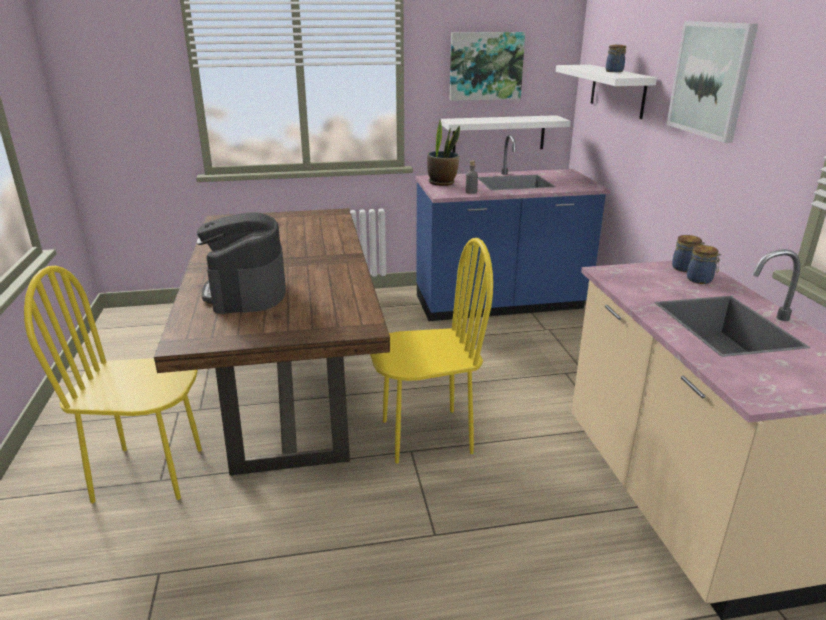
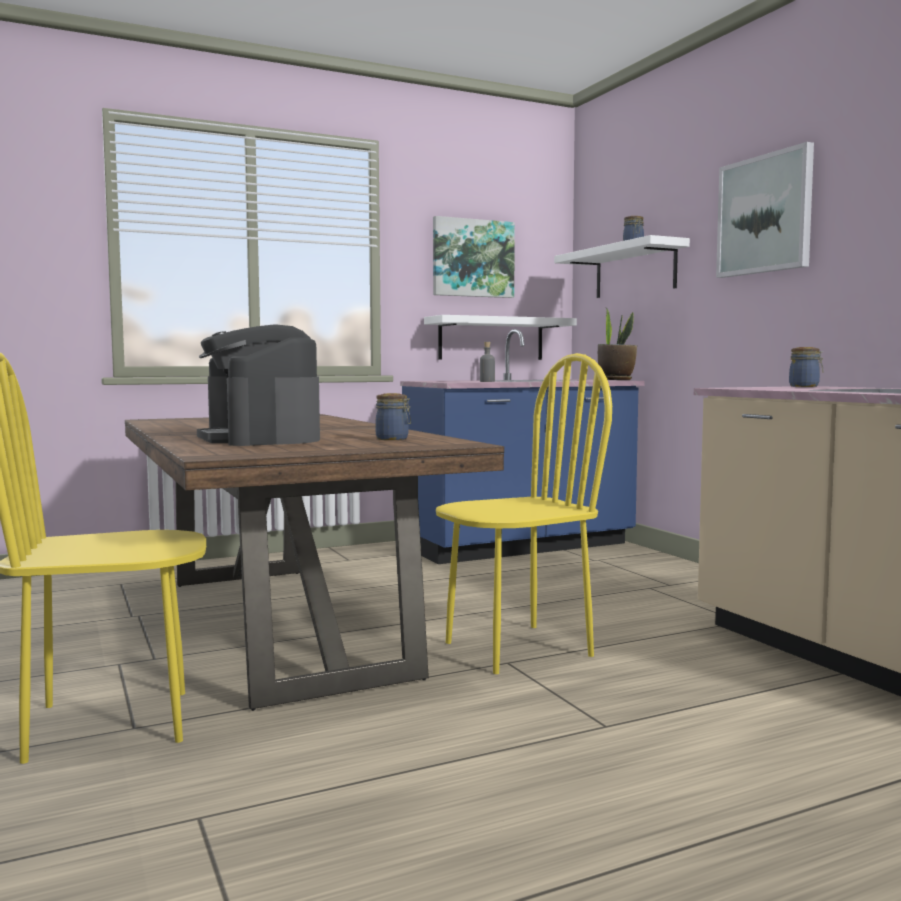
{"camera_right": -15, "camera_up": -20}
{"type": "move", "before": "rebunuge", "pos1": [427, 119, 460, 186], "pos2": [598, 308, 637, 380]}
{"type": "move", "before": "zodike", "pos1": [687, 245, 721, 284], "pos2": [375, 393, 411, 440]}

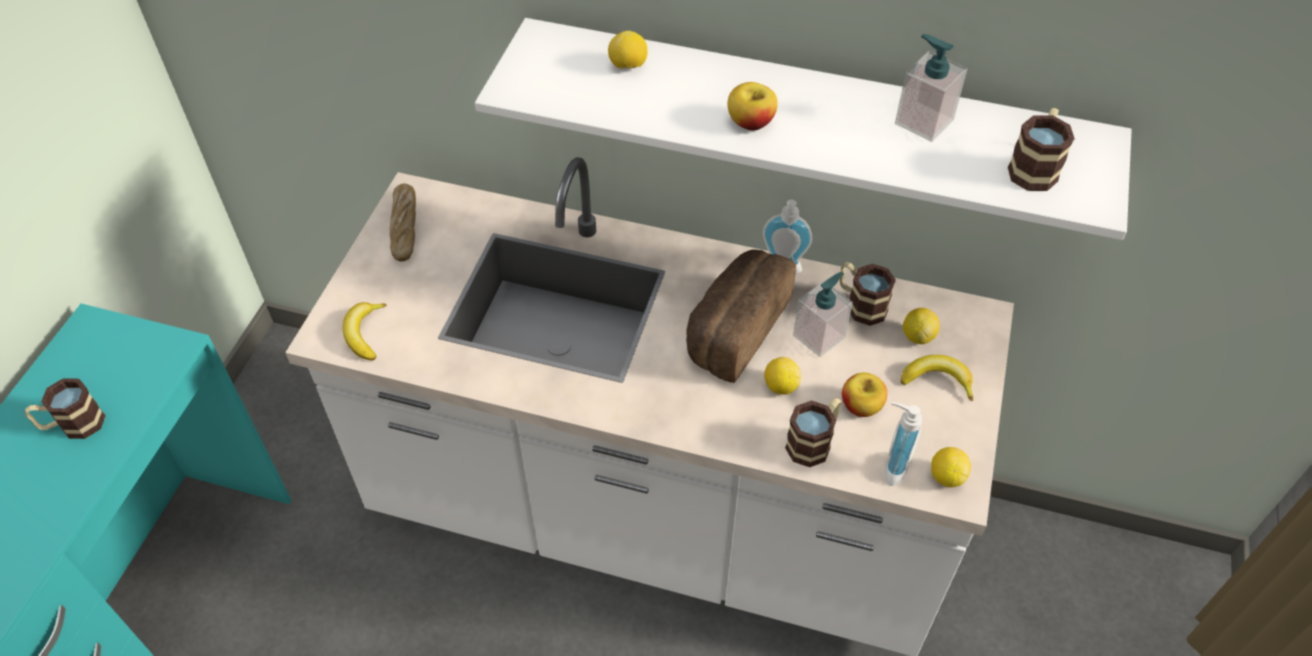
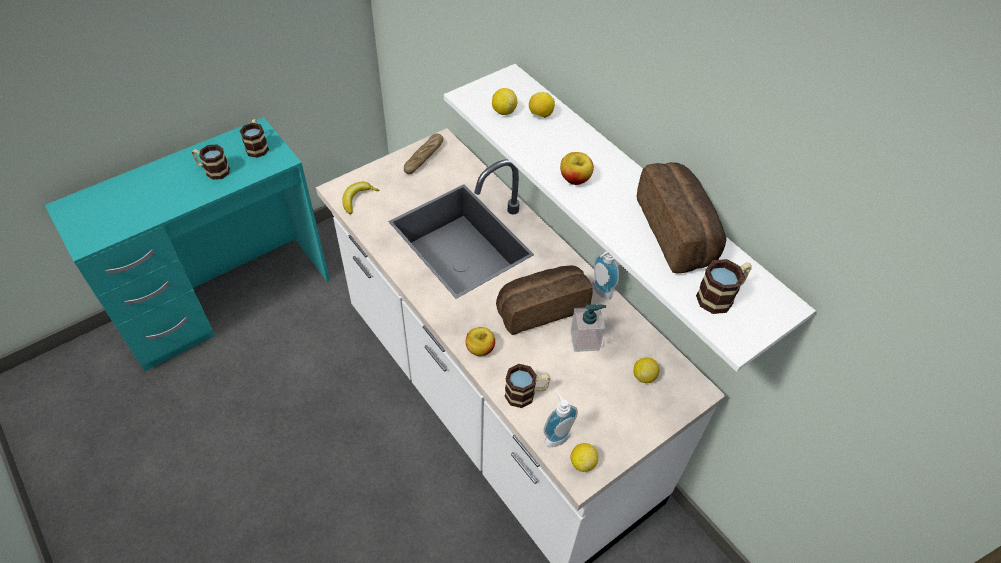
{"camera_right": 35, "camera_up": 0}
{"type": "delete", "before": "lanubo", "pos1": [901, 355, 973, 401]}
{"type": "move", "before": "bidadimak", "pos1": [764, 357, 801, 395], "pos2": [492, 88, 517, 115]}
{"type": "move", "before": "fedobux", "pos1": [840, 262, 896, 326], "pos2": [240, 119, 269, 158]}
{"type": "move", "before": "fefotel", "pos1": [842, 372, 887, 417], "pos2": [466, 327, 495, 356]}
{"type": "replace", "before": "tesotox", "after": "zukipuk", "pos1": [895, 34, 967, 142], "pos2": [637, 162, 727, 273]}

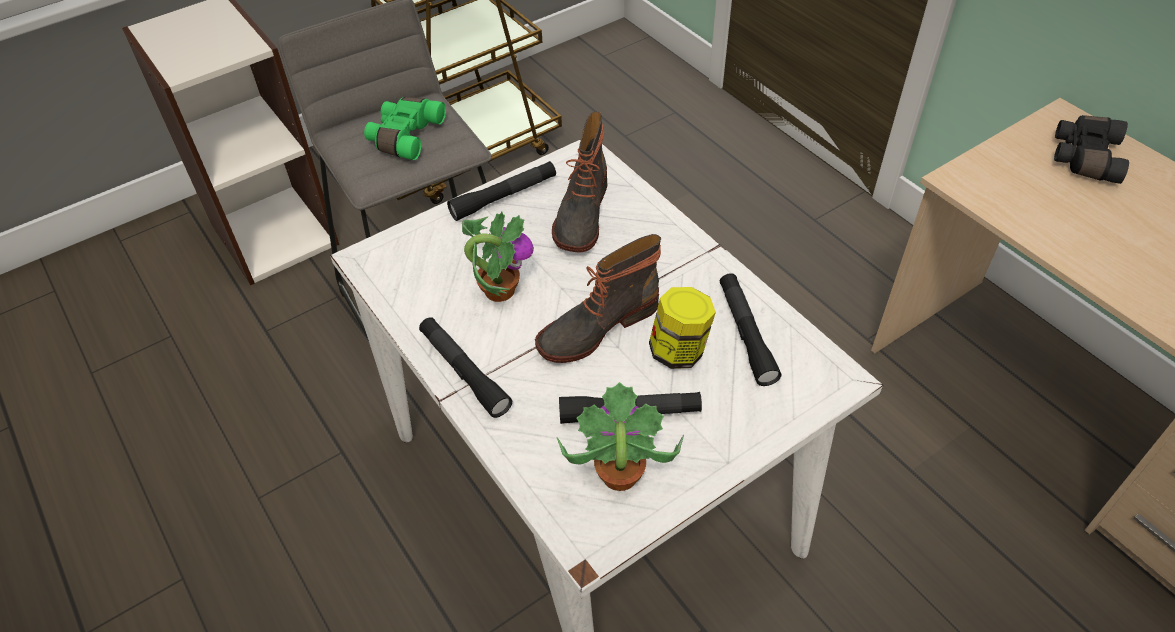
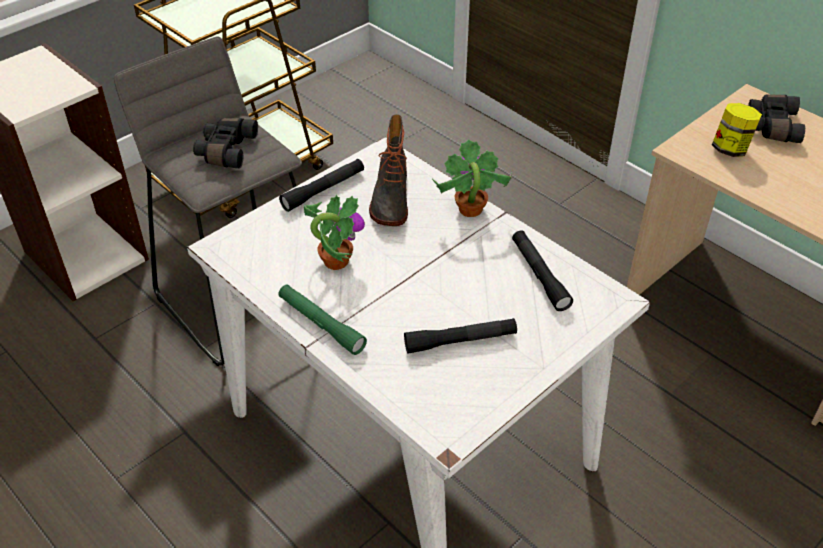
{"camera_right": -10, "camera_up": -5}
{"type": "delete", "before": "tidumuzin", "pos1": [535, 234, 661, 363]}
{"type": "move", "before": "rebunuge", "pos1": [557, 382, 684, 491], "pos2": [432, 139, 512, 217]}
{"type": "move", "before": "zodike", "pos1": [649, 287, 716, 369], "pos2": [712, 103, 762, 157]}
{"type": "recolor", "before": "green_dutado", "after": "black_dutado", "pos1": [364, 97, 446, 160], "pos2": [193, 118, 258, 168]}
{"type": "recolor", "before": "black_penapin", "after": "green_penapin", "pos1": [419, 317, 512, 418], "pos2": [278, 285, 367, 355]}

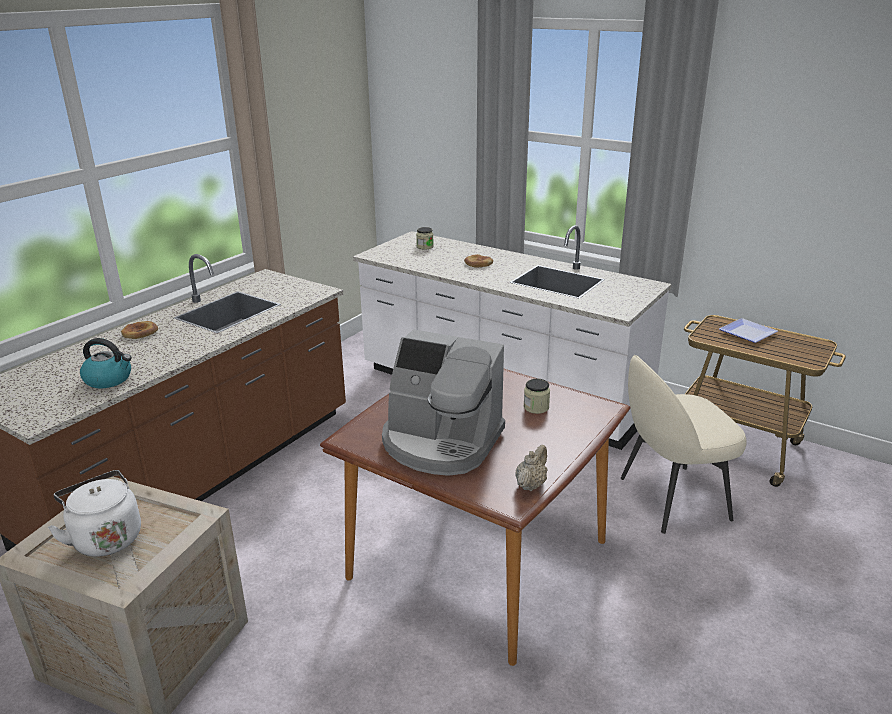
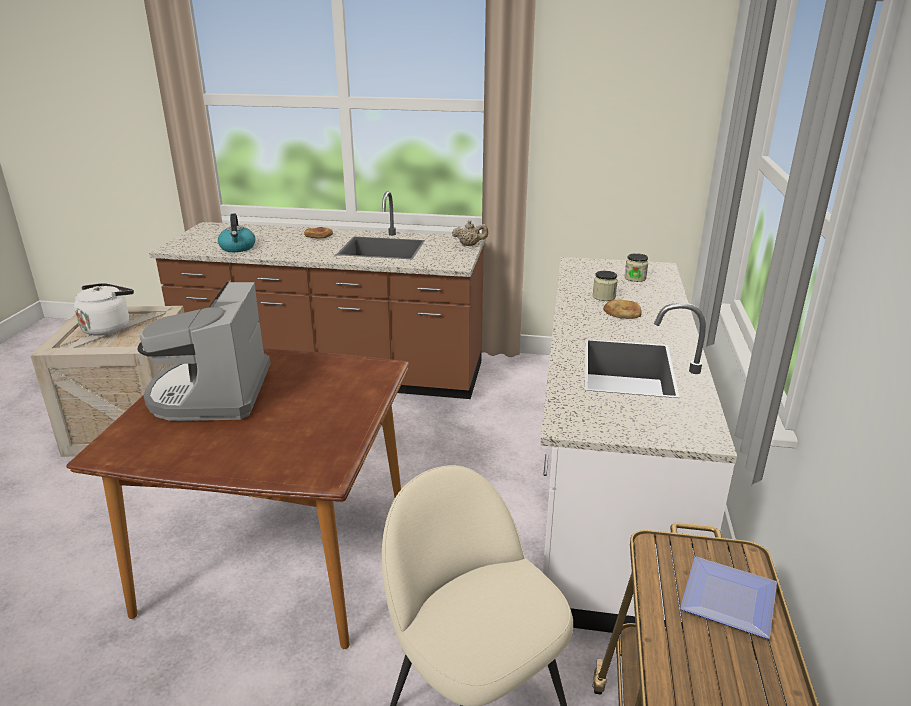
{"camera_right": 65, "camera_up": 0}
{"type": "move", "before": "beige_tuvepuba", "pos1": [516, 445, 548, 491], "pos2": [452, 220, 488, 246]}
{"type": "move", "before": "zodike", "pos1": [524, 379, 550, 414], "pos2": [593, 271, 618, 301]}

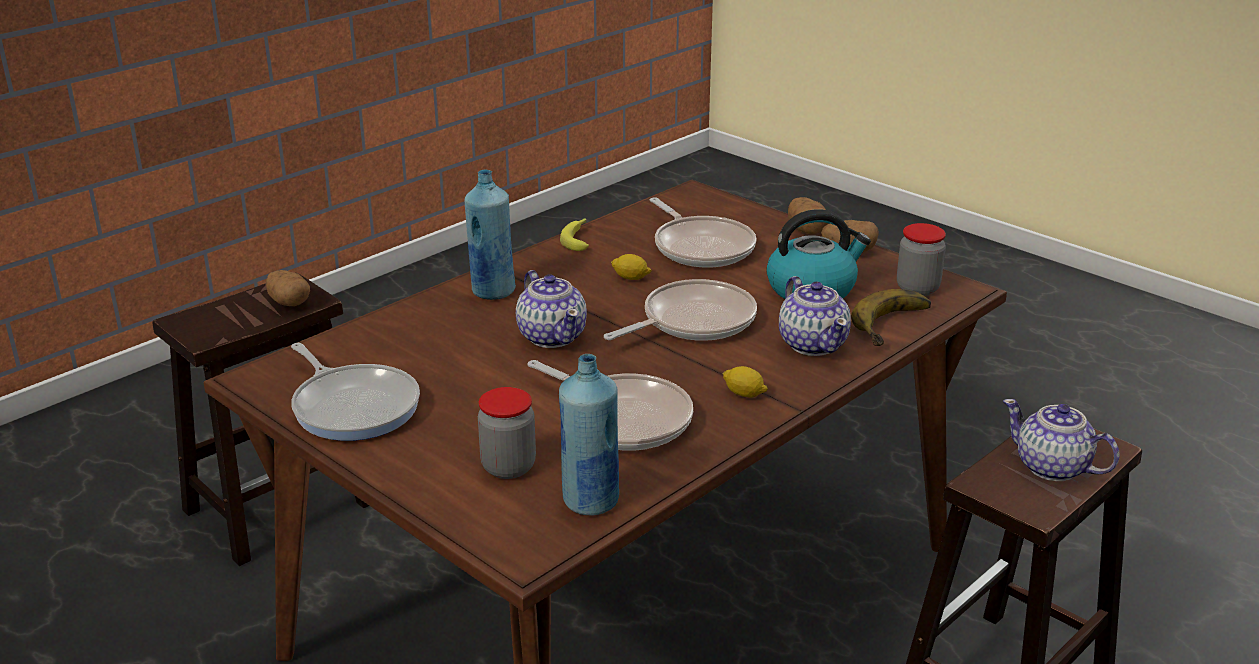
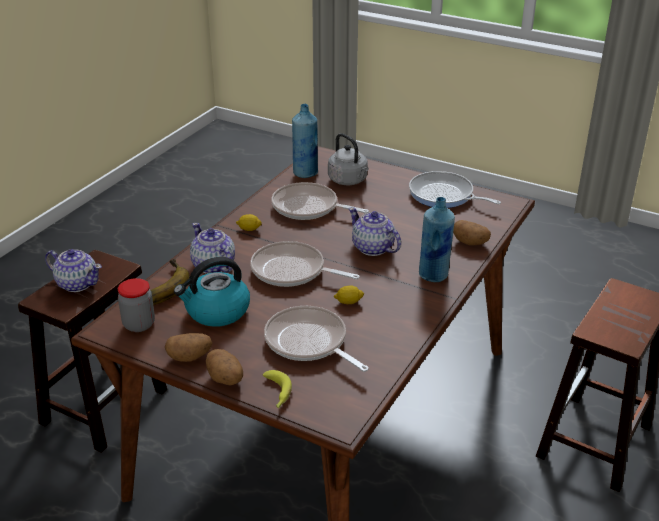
{"camera_right": 165, "camera_up": 5}
{"type": "move", "before": "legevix", "pos1": [266, 270, 310, 306], "pos2": [453, 220, 491, 245]}
{"type": "move", "before": "lanubo", "pos1": [560, 218, 589, 251], "pos2": [263, 370, 292, 408]}
{"type": "replace", "before": "zodike", "after": "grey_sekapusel", "pos1": [478, 387, 536, 479], "pos2": [328, 133, 369, 185]}
{"type": "rotate", "before": "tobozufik", "pos1": [604, 279, 757, 341], "pos2": [250, 241, 360, 287], "turn": 75}

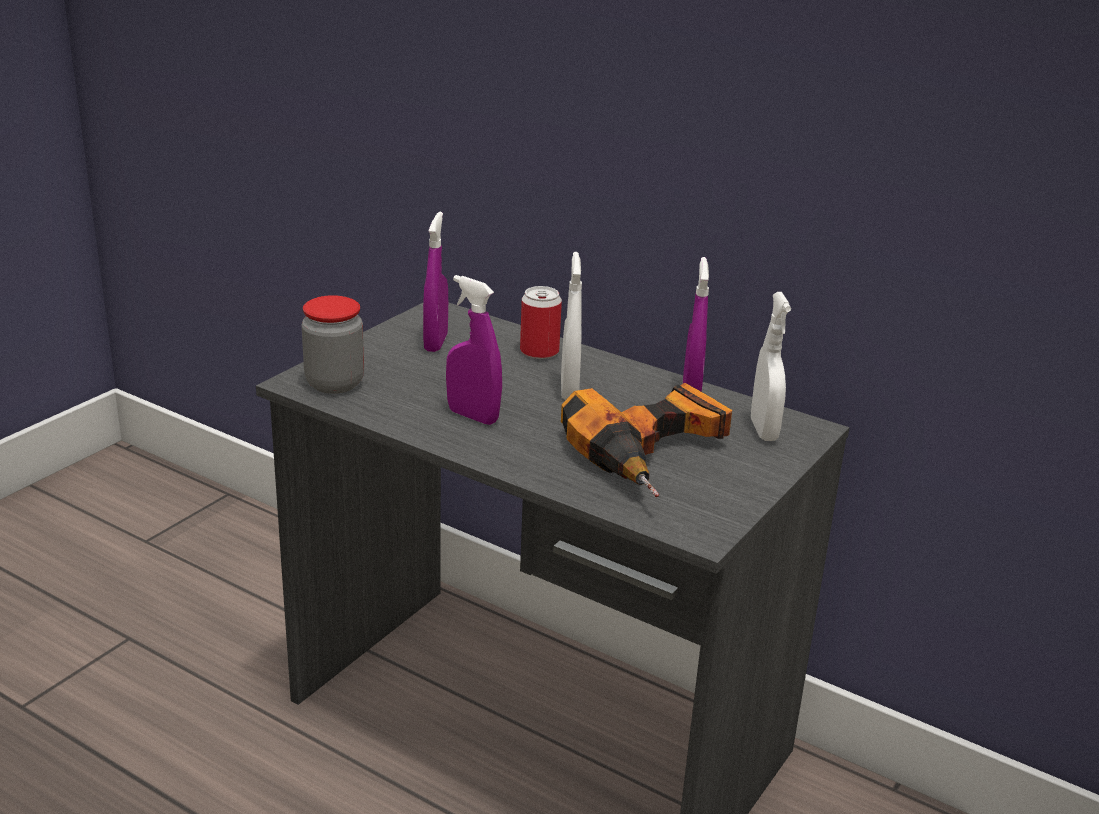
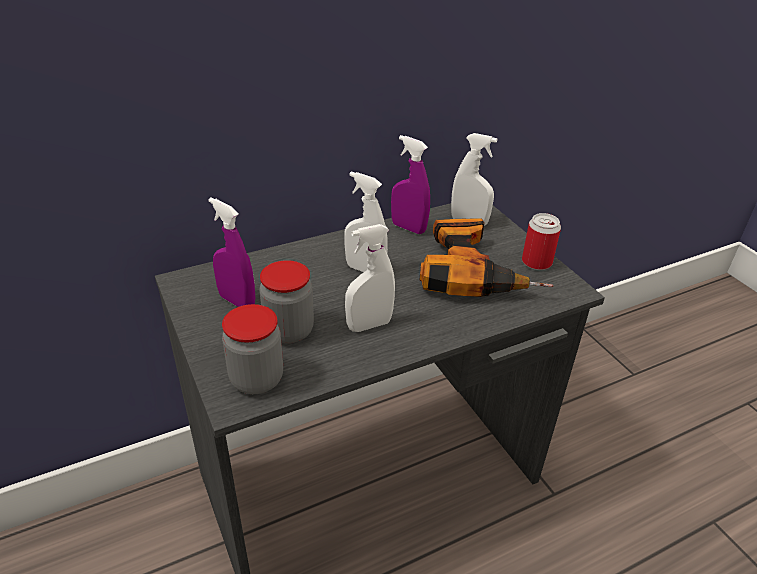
{"camera_right": -60, "camera_up": 10}
{"type": "insert", "after": "zodike", "pos2": [259, 260, 314, 344]}
{"type": "move", "before": "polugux", "pos1": [520, 286, 562, 359], "pos2": [522, 213, 561, 270]}
{"type": "recolor", "before": "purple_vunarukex", "after": "white_vunarukex", "pos1": [446, 275, 502, 425], "pos2": [345, 224, 395, 332]}

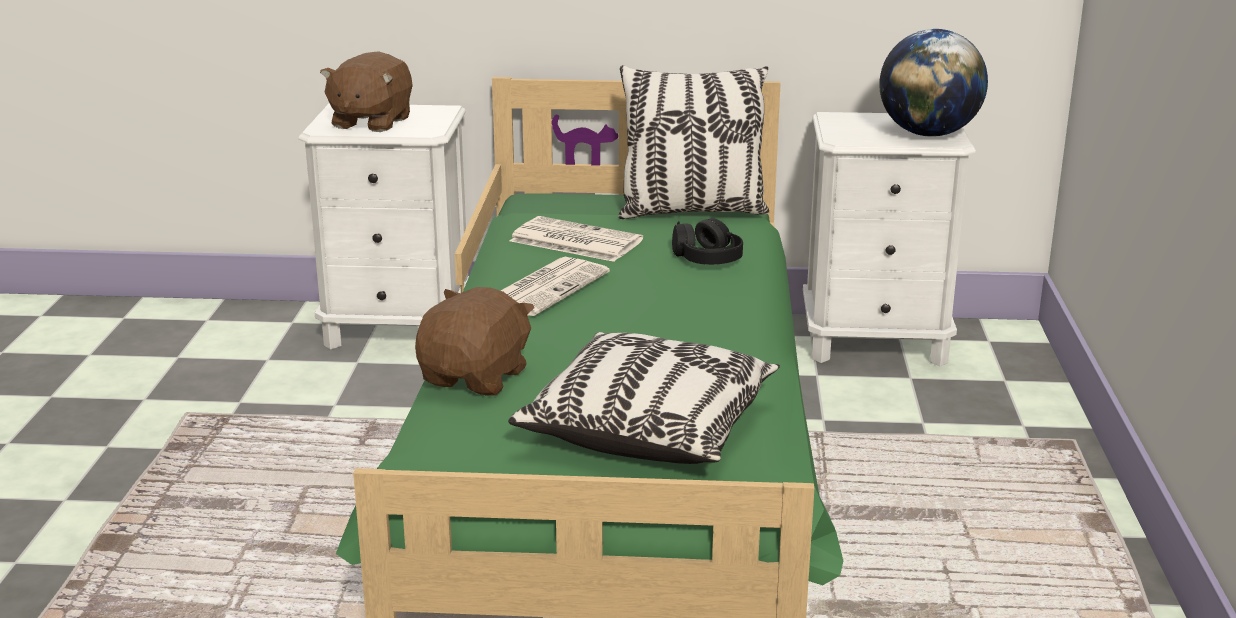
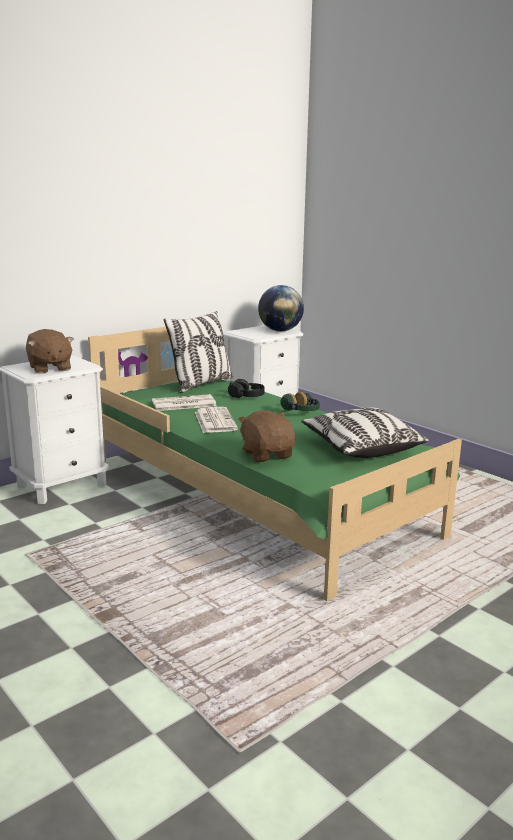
{"camera_right": -45, "camera_up": -5}
{"type": "insert", "after": "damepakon", "pos2": [280, 392, 320, 411]}

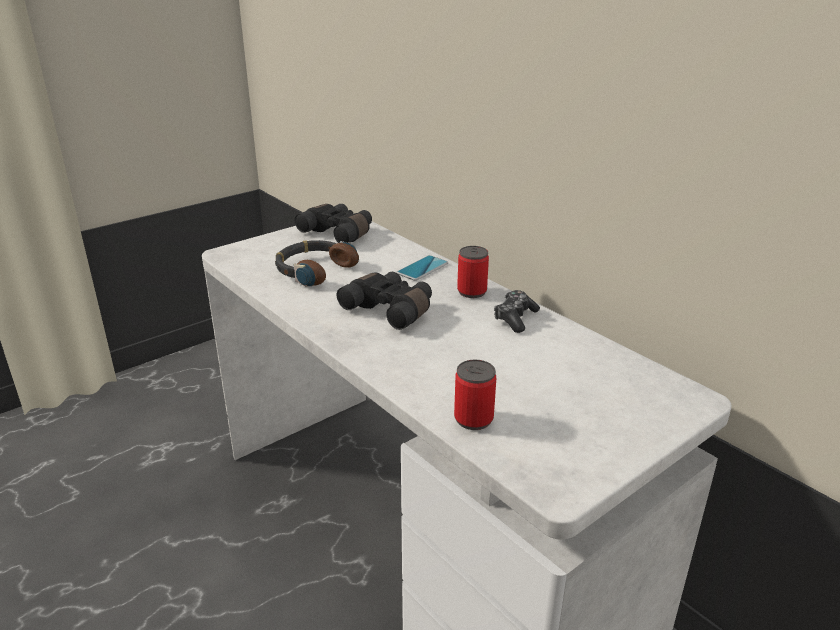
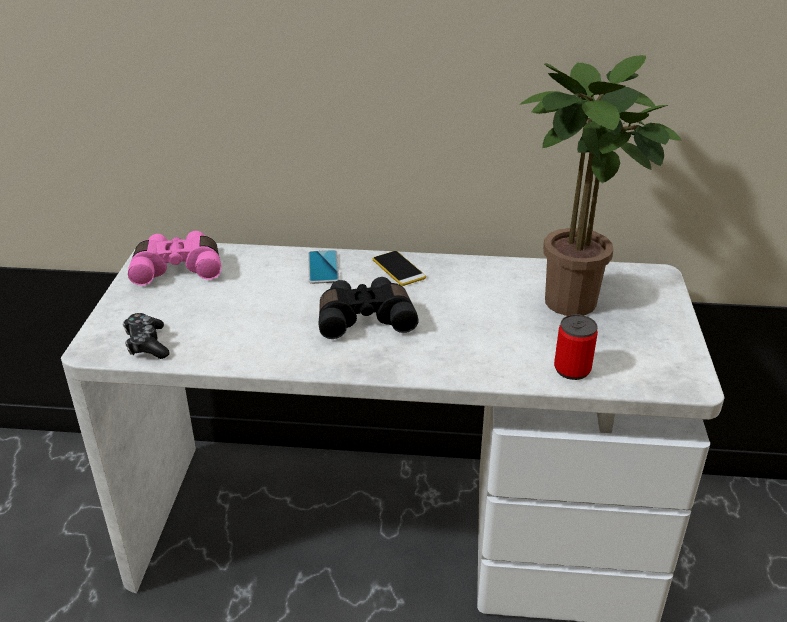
{"camera_right": -45, "camera_up": 5}
{"type": "delete", "before": "damepakon", "pos1": [275, 240, 359, 287]}
{"type": "insert", "after": "rebunuge", "pos2": [519, 55, 682, 316]}
{"type": "move", "before": "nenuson", "pos1": [494, 290, 540, 333], "pos2": [123, 313, 170, 359]}
{"type": "replace", "before": "polugux", "after": "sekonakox", "pos1": [457, 246, 489, 298], "pos2": [373, 251, 426, 286]}
{"type": "recolor", "before": "black_dutado", "after": "pink_dutado", "pos1": [295, 204, 372, 243], "pos2": [128, 231, 221, 285]}

